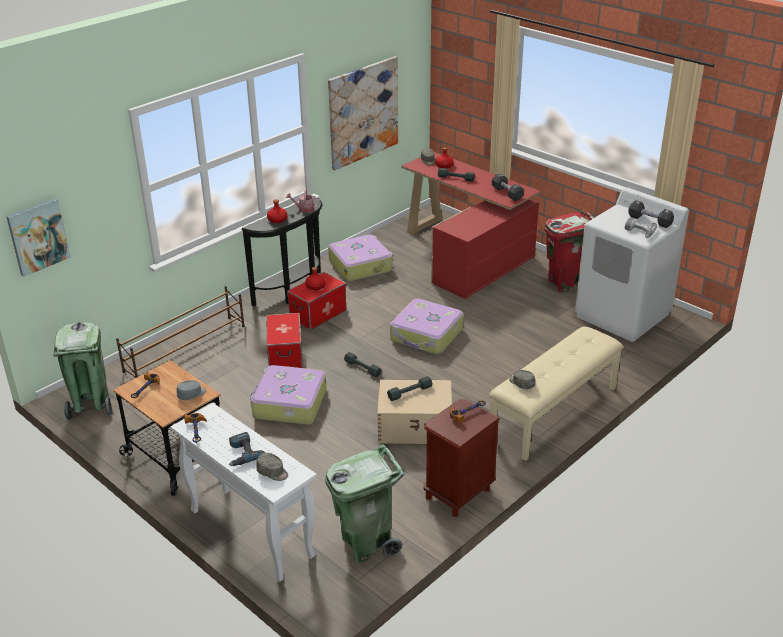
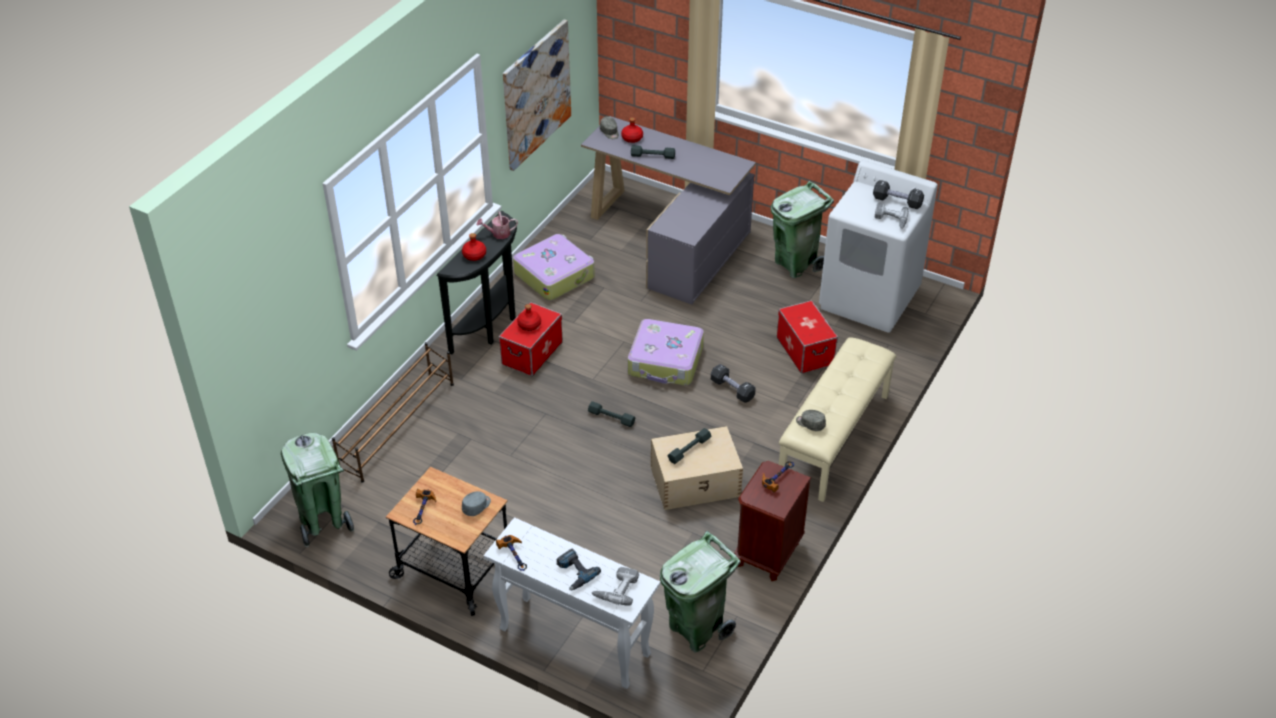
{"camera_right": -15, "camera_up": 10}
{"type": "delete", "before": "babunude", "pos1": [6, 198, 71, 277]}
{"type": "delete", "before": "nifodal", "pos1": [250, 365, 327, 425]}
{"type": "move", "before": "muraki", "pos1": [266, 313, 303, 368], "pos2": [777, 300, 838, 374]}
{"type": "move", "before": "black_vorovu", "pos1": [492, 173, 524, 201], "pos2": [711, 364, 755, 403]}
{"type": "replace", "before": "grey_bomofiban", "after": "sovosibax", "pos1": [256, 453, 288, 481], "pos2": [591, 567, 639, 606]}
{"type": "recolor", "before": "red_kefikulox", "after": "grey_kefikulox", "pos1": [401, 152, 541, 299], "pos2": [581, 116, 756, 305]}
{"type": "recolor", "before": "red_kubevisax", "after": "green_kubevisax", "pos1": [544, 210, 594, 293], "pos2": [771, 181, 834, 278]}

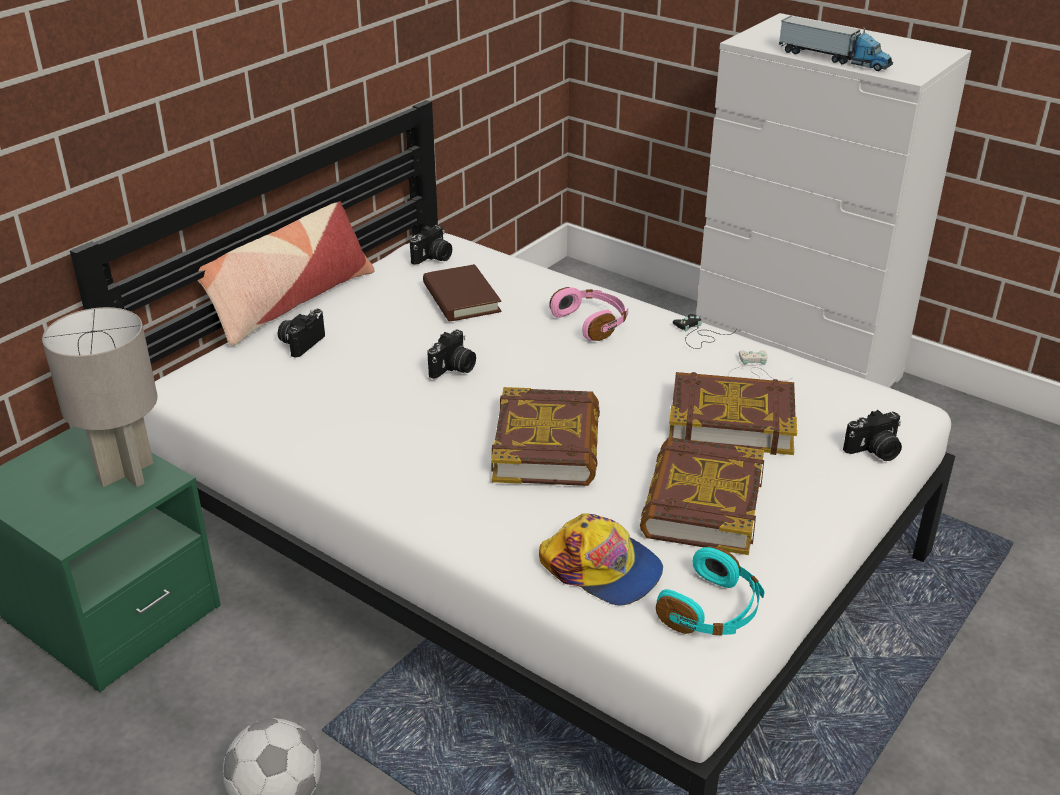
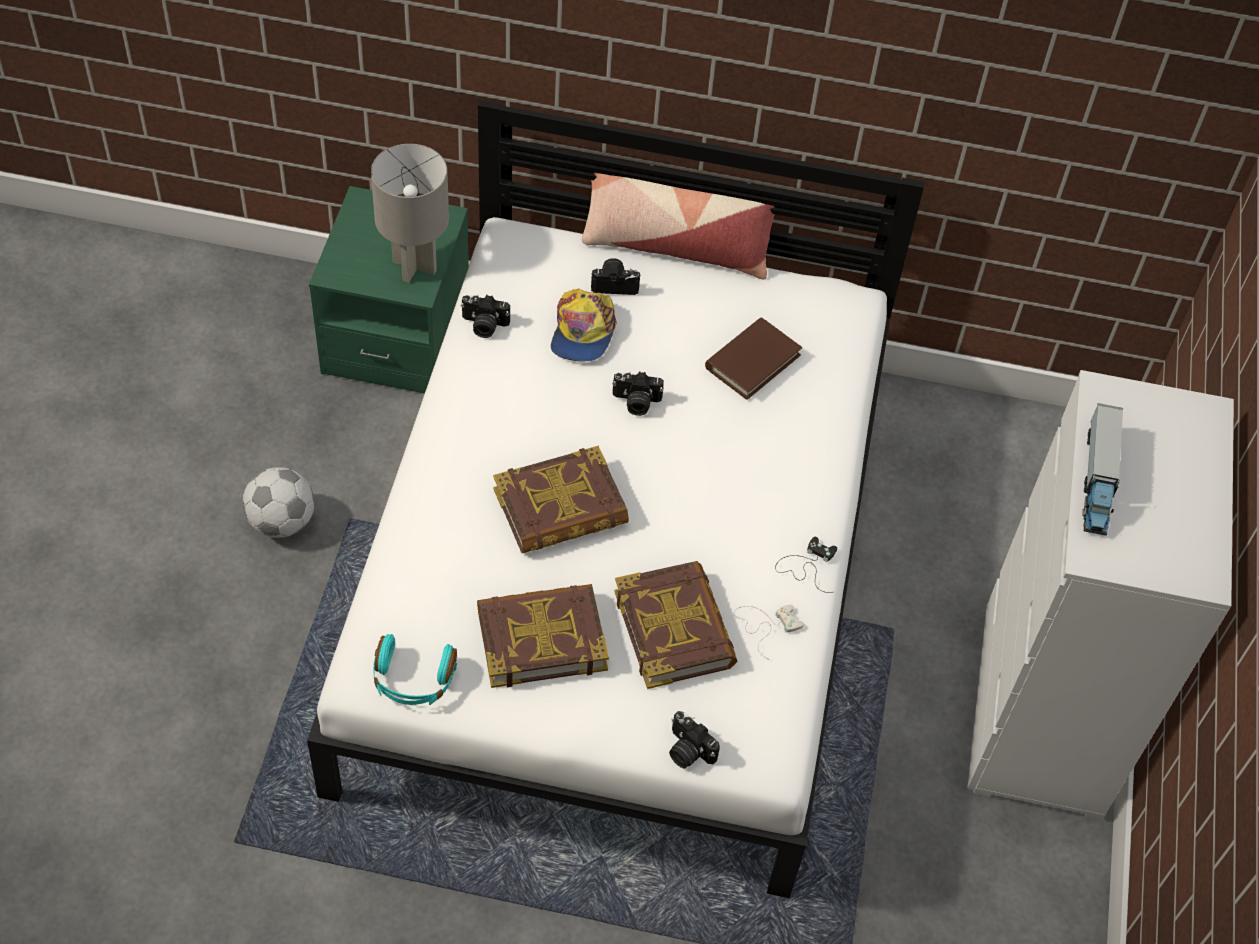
{"camera_right": 60, "camera_up": 20}
{"type": "delete", "before": "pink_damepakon", "pos1": [549, 287, 628, 341]}
{"type": "move", "before": "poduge", "pos1": [410, 225, 452, 265], "pos2": [461, 294, 510, 338]}
{"type": "move", "before": "bomofiban", "pos1": [539, 513, 663, 606], "pos2": [551, 288, 617, 362]}

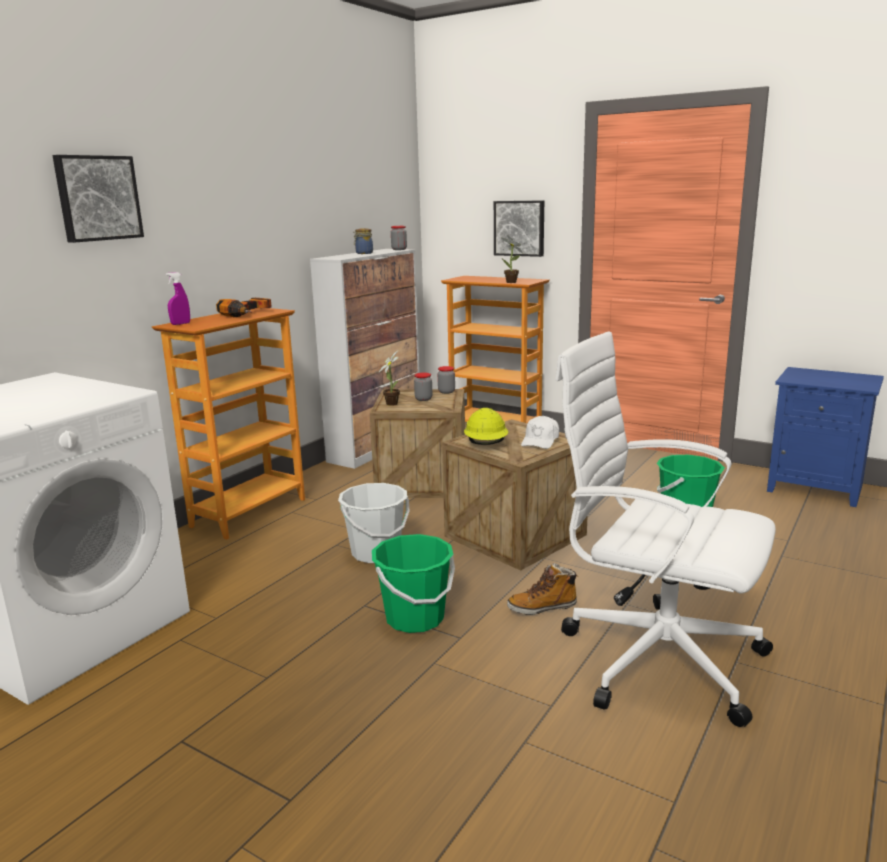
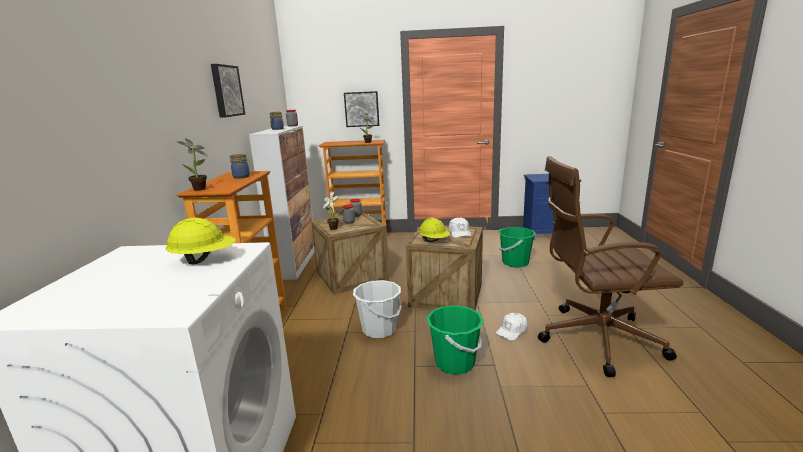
{"camera_right": -30, "camera_up": 0}
{"type": "insert", "after": "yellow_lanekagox", "pos2": [166, 217, 236, 264]}
{"type": "move", "before": "babunude", "pos1": [52, 155, 144, 243], "pos2": [211, 64, 245, 118]}
{"type": "replace", "before": "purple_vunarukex", "after": "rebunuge", "pos1": [166, 272, 190, 325], "pos2": [177, 138, 208, 191]}
{"type": "replace", "before": "sovosibax", "after": "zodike", "pos1": [216, 298, 272, 317], "pos2": [230, 154, 250, 179]}
{"type": "replace", "before": "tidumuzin", "after": "white_bomofiban", "pos1": [507, 563, 578, 615], "pos2": [496, 313, 527, 341]}
{"type": "recolor", "before": "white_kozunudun", "after": "brown_kozunudun", "pos1": [555, 332, 776, 727], "pos2": [538, 156, 684, 377]}

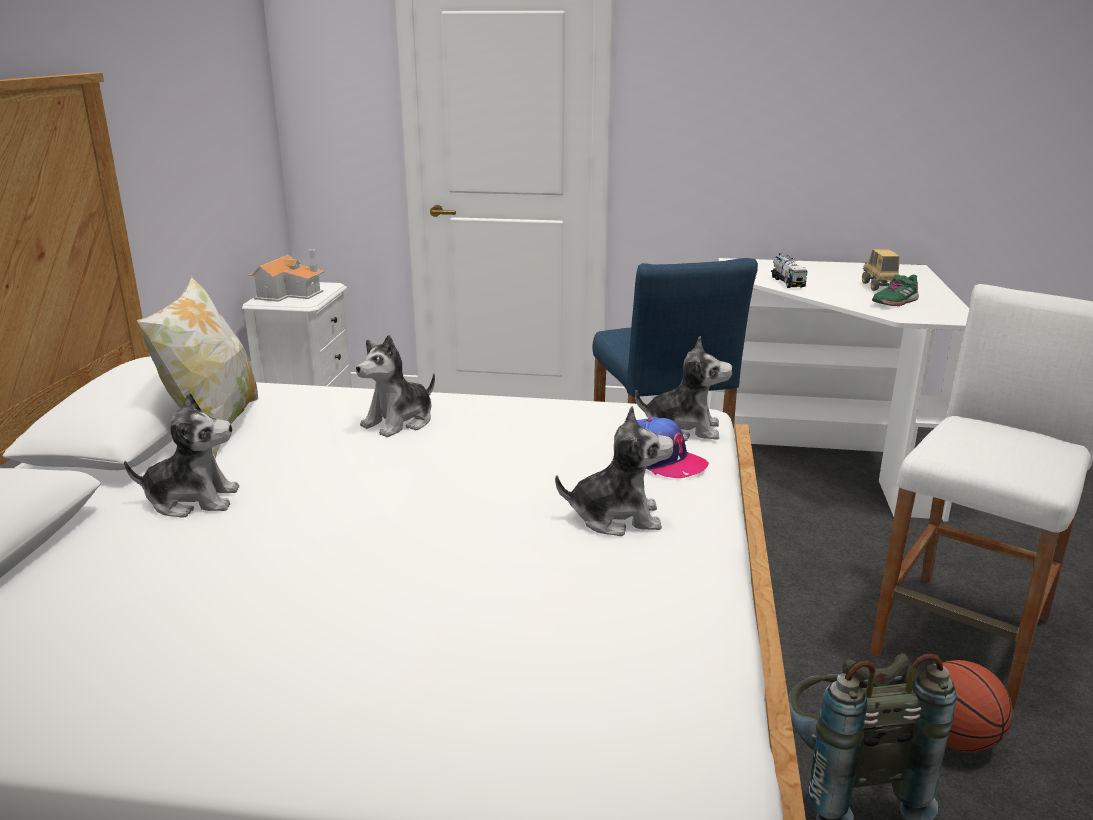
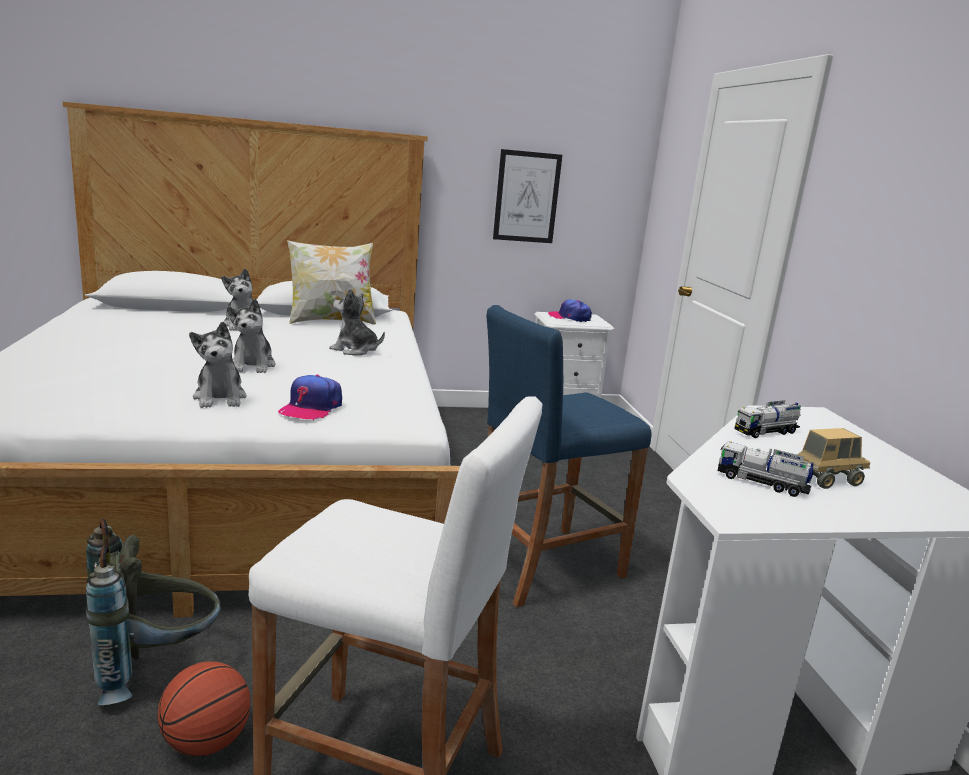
{"camera_right": 70, "camera_up": -5}
{"type": "insert", "after": "babunude", "pos2": [493, 149, 562, 243]}
{"type": "move", "before": "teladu", "pos1": [635, 336, 733, 441], "pos2": [227, 299, 276, 373]}
{"type": "replace", "before": "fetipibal", "after": "bomofiban", "pos1": [248, 249, 324, 302], "pos2": [548, 300, 592, 322]}
{"type": "replace", "before": "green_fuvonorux", "after": "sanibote", "pos1": [872, 275, 919, 306], "pos2": [718, 441, 813, 497]}

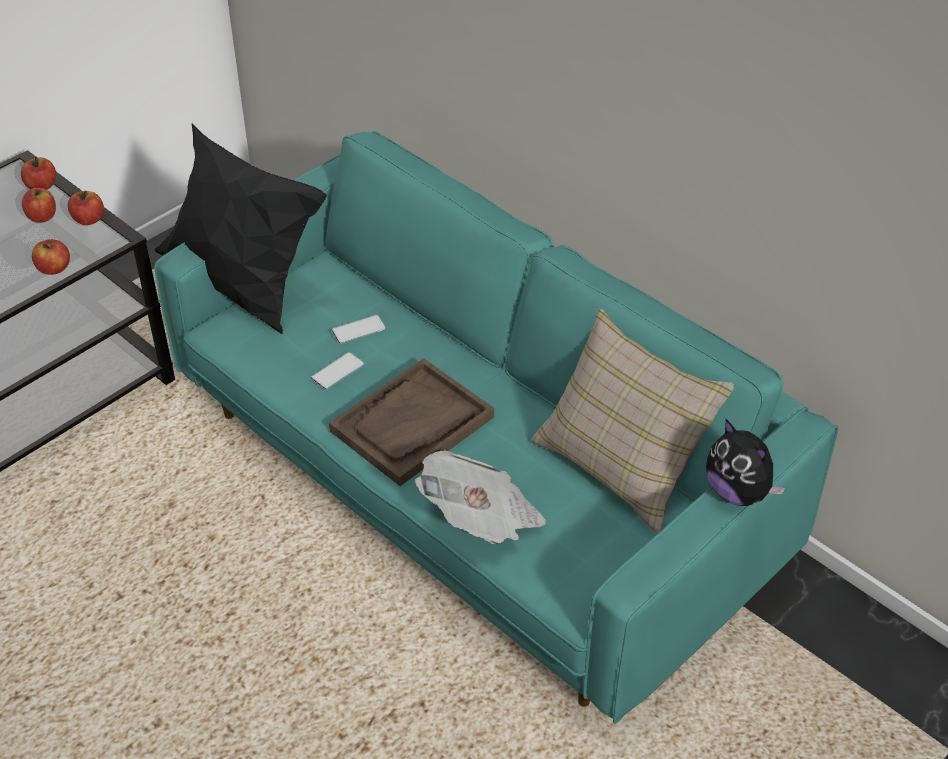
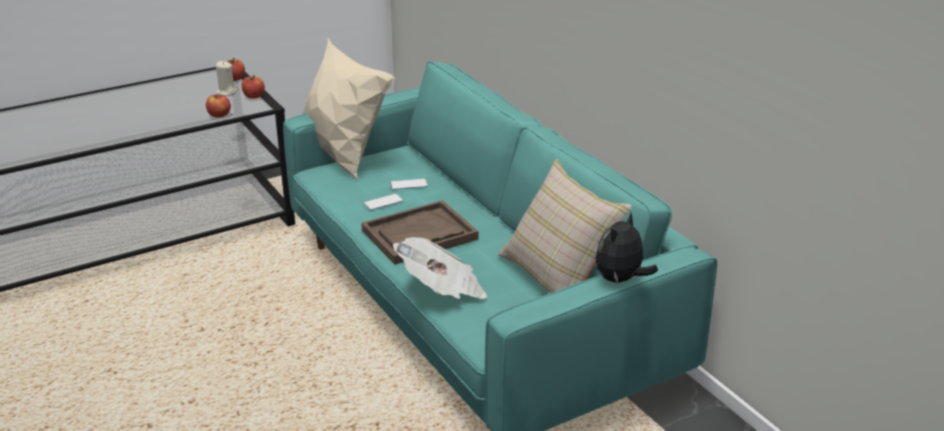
{"camera_right": 15, "camera_up": -15}
{"type": "replace", "before": "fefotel", "after": "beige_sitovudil", "pos1": [22, 188, 56, 223], "pos2": [216, 61, 237, 96]}
{"type": "recolor", "before": "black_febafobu", "after": "beige_febafobu", "pos1": [155, 123, 327, 334], "pos2": [303, 37, 395, 180]}
{"type": "rotate", "before": "teladu", "pos1": [706, 419, 785, 506], "pos2": [596, 212, 658, 283], "turn": 60}

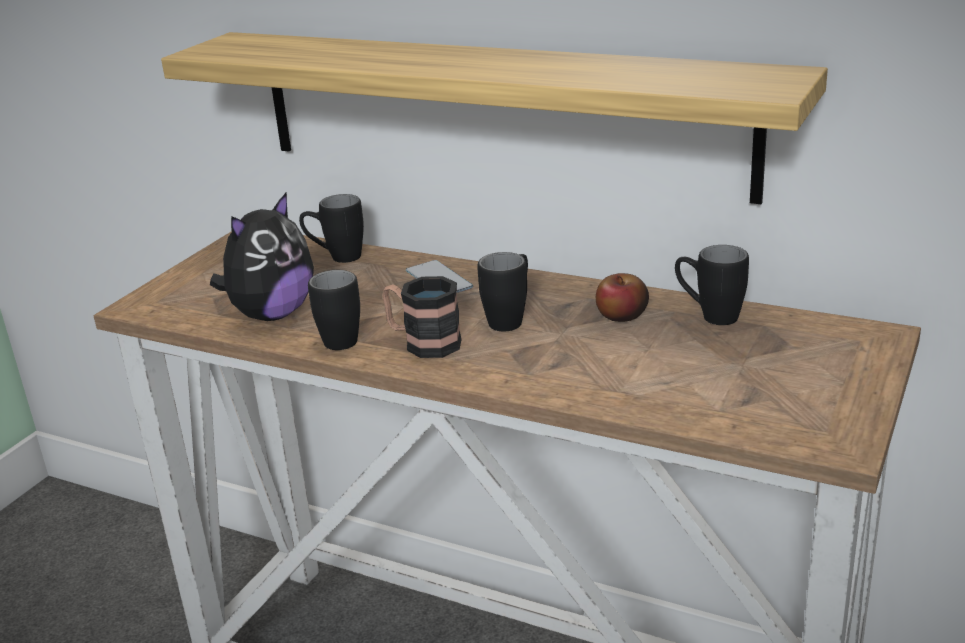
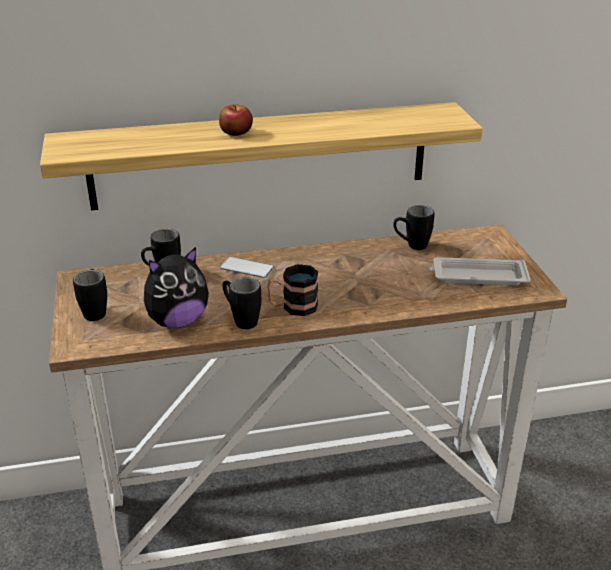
{"camera_right": -40, "camera_up": 5}
{"type": "insert", "after": "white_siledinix", "pos2": [430, 257, 531, 285]}
{"type": "move", "before": "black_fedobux", "pos1": [478, 252, 528, 331], "pos2": [73, 269, 107, 321]}
{"type": "move", "before": "fefotel", "pos1": [596, 273, 649, 322], "pos2": [219, 105, 253, 136]}
{"type": "rotate", "before": "teladu", "pos1": [210, 192, 314, 321], "pos2": [144, 247, 209, 328], "turn": 60}

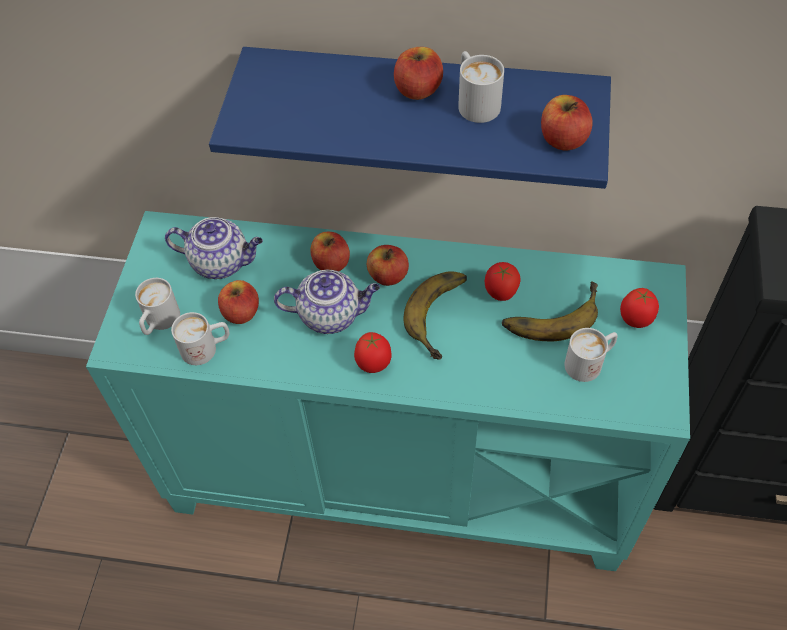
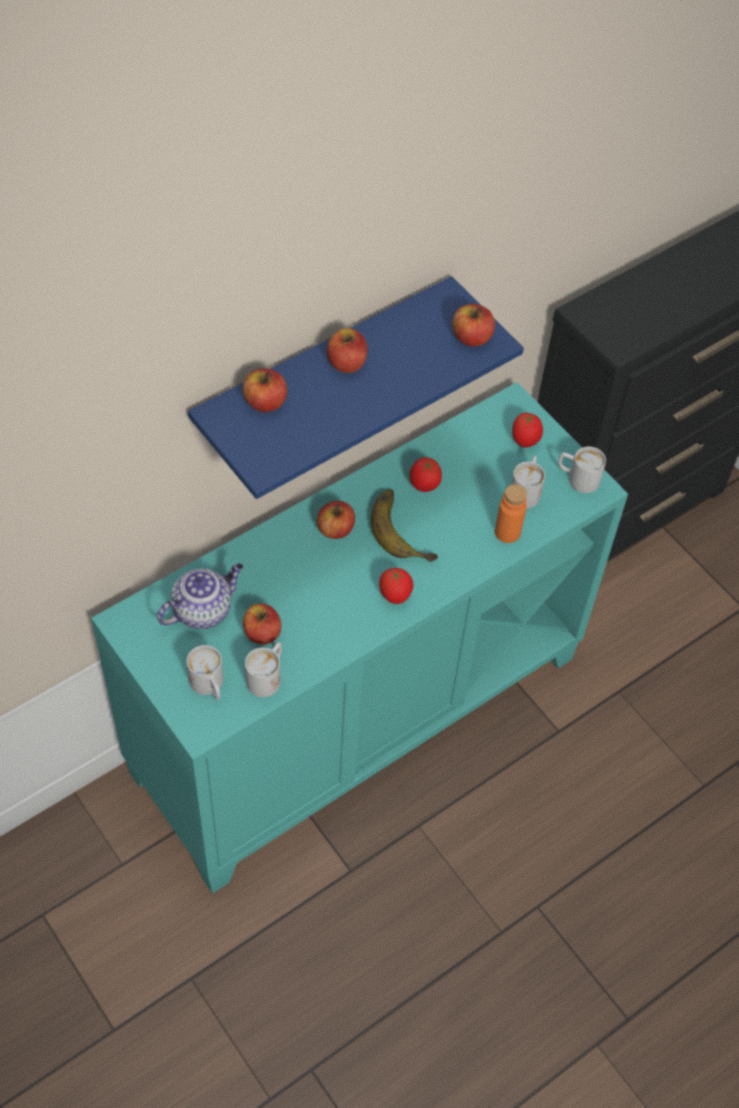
{"camera_right": -50, "camera_up": 0}
{"type": "delete", "before": "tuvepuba", "pos1": [274, 270, 380, 334]}
{"type": "delete", "before": "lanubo", "pos1": [502, 281, 598, 341]}
{"type": "insert", "after": "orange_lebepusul", "pos2": [495, 484, 527, 543]}
{"type": "move", "before": "fefotel", "pos1": [310, 232, 350, 271], "pos2": [242, 368, 287, 412]}
{"type": "move", "before": "white_fedobux", "pos1": [458, 51, 504, 123], "pos2": [558, 447, 606, 493]}

